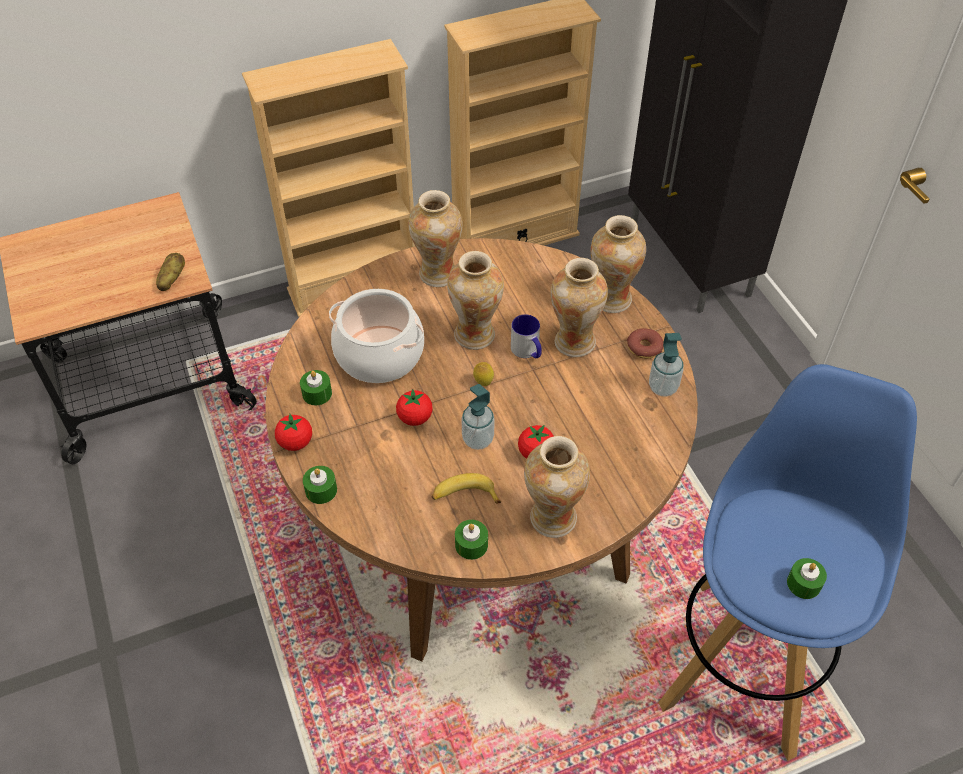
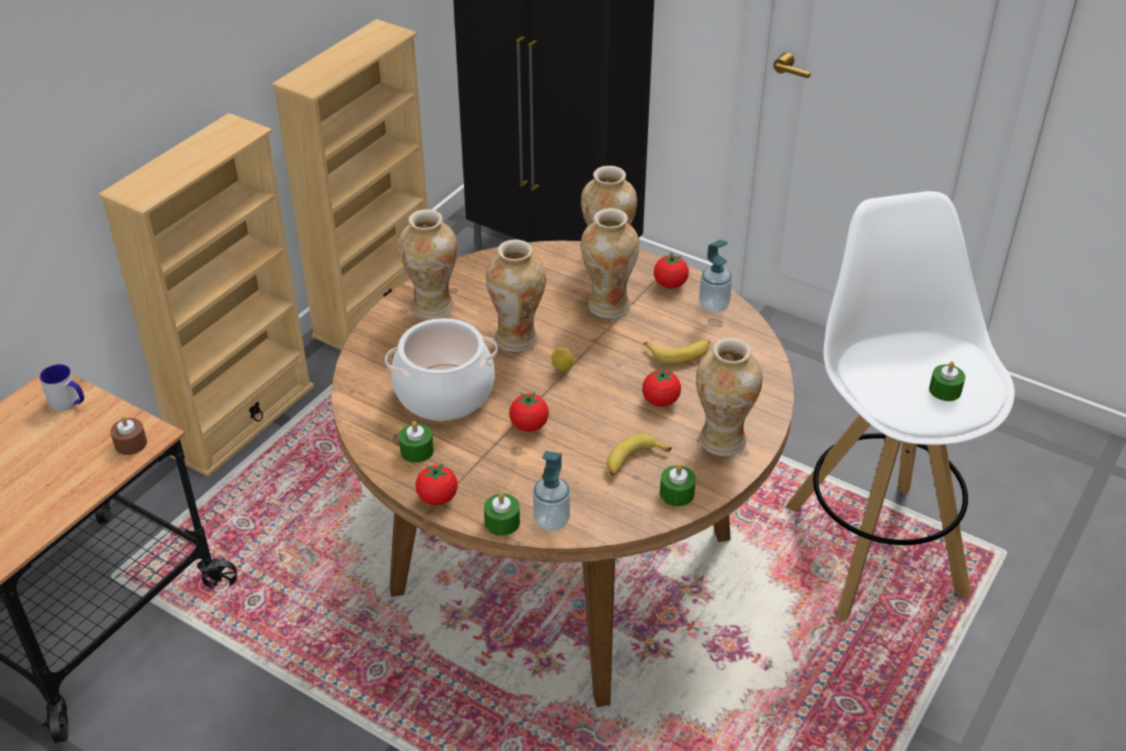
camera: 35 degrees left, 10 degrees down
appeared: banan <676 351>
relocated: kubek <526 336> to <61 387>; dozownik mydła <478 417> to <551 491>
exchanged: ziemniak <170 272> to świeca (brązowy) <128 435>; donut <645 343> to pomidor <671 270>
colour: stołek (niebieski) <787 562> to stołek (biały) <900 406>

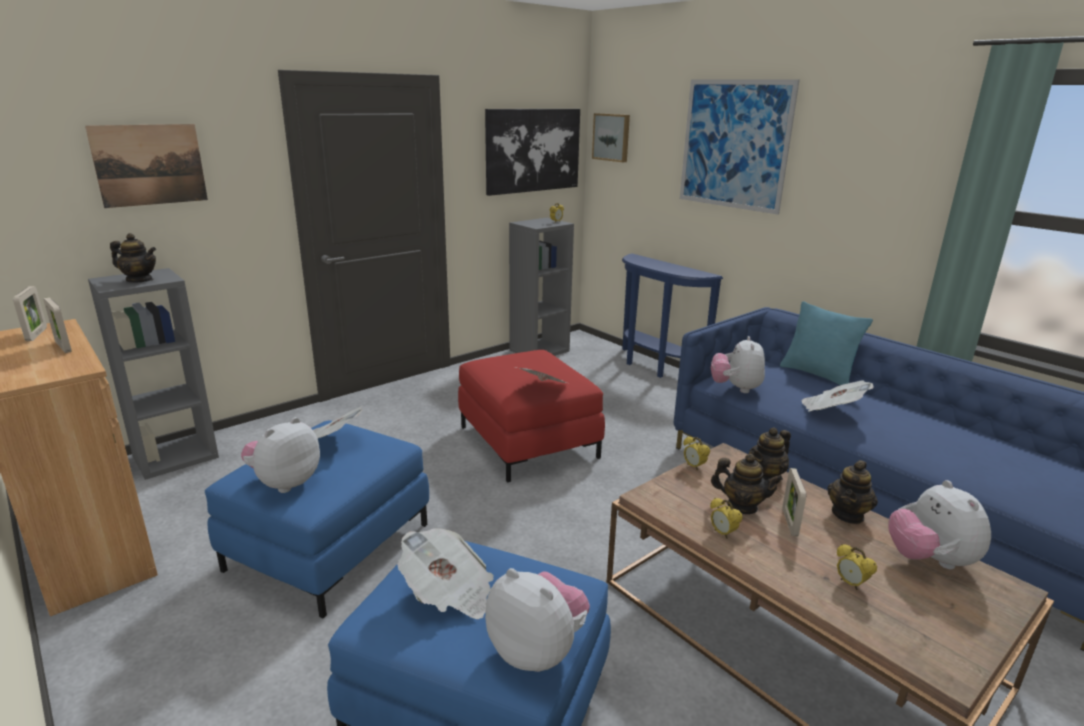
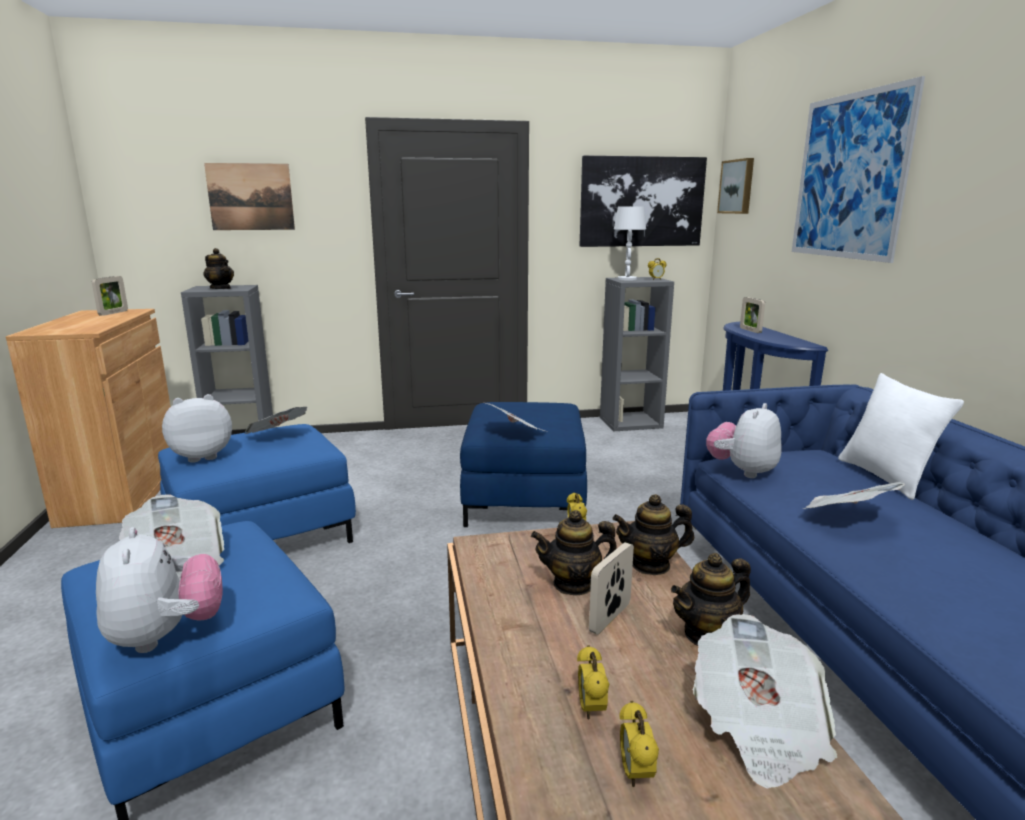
camera: 30 degrees right, 5 degrees down
appeared: lampa stołowa (biały) <630 243>
relocated: ramka na zdjęcie <57 325> to <752 315>; budzik <726 518> to <639 744>
exchanged: pluszak <939 524> to gazeta <764 701>
colour: poduszka (turkusowy) <826 343> to poduszka (biały) <901 436>; pufa (czerwony) <531 416> to pufa (niebieski) <523 464>
spun: imbryk <747 484> = <573 553> 120 degrees clockwise

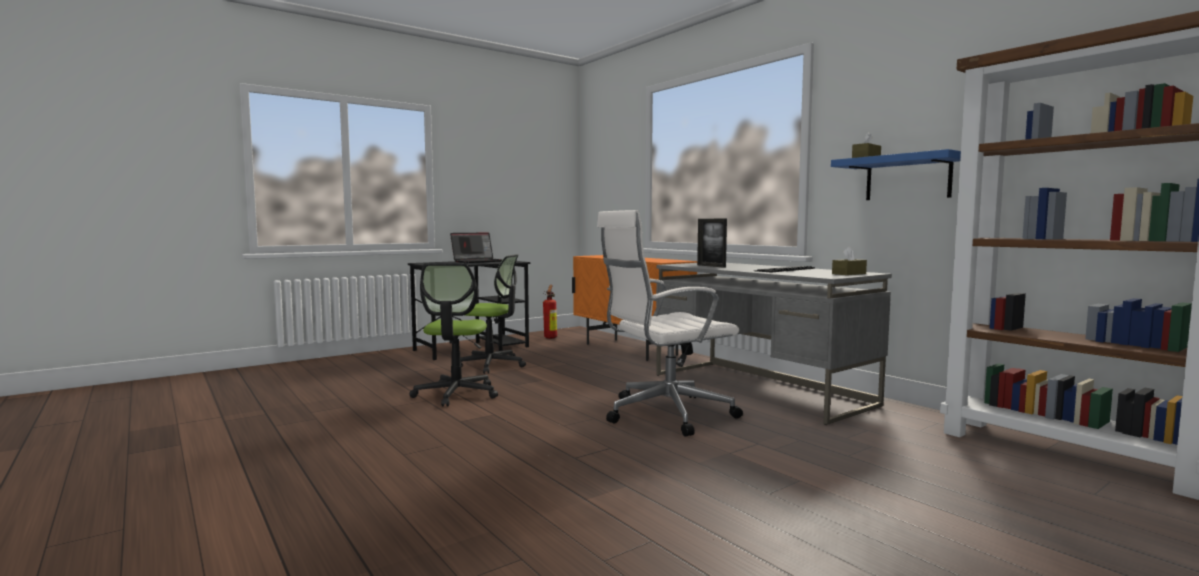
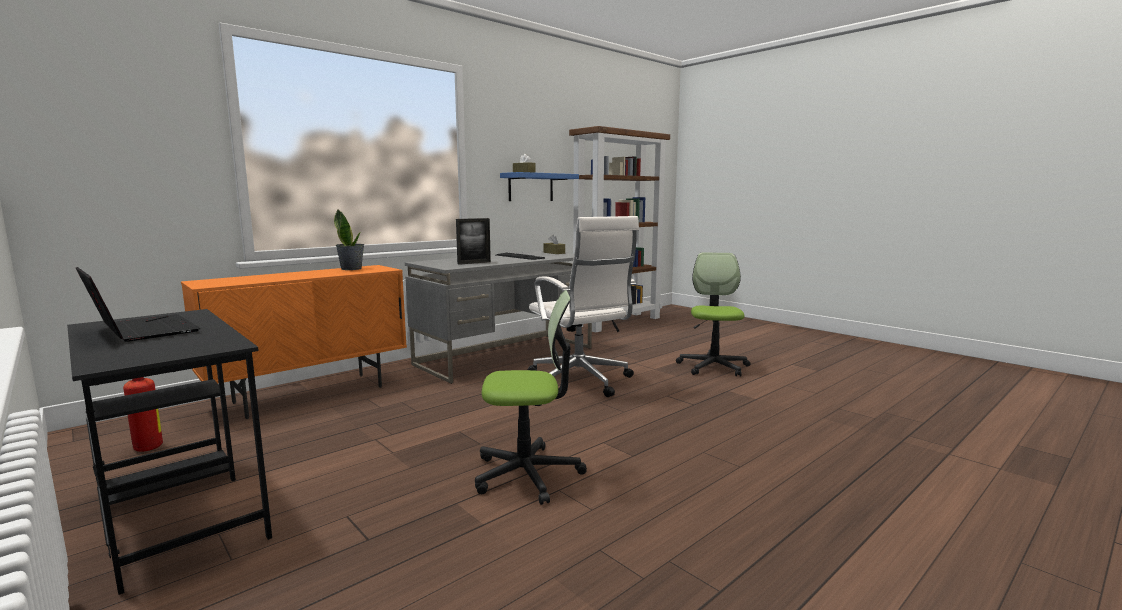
camera: 95 degrees left, 5 degrees up
appeared: roślina doniczkowa <349 240>
relocated: krzesło biurowe <493 314> to <713 314>

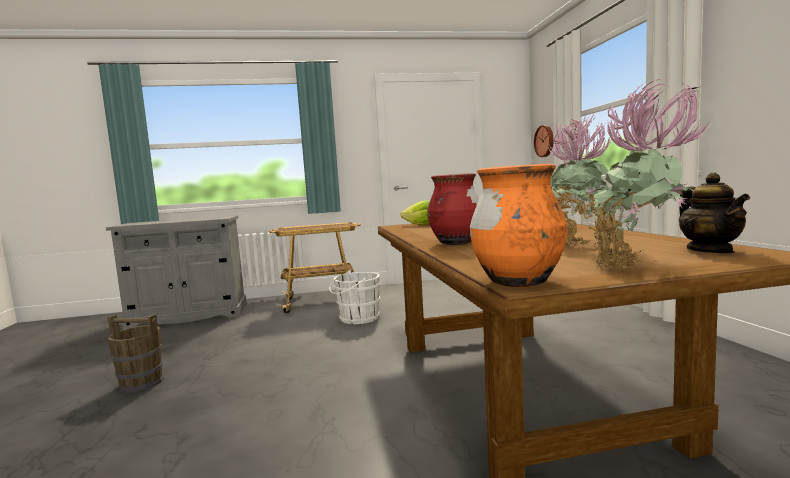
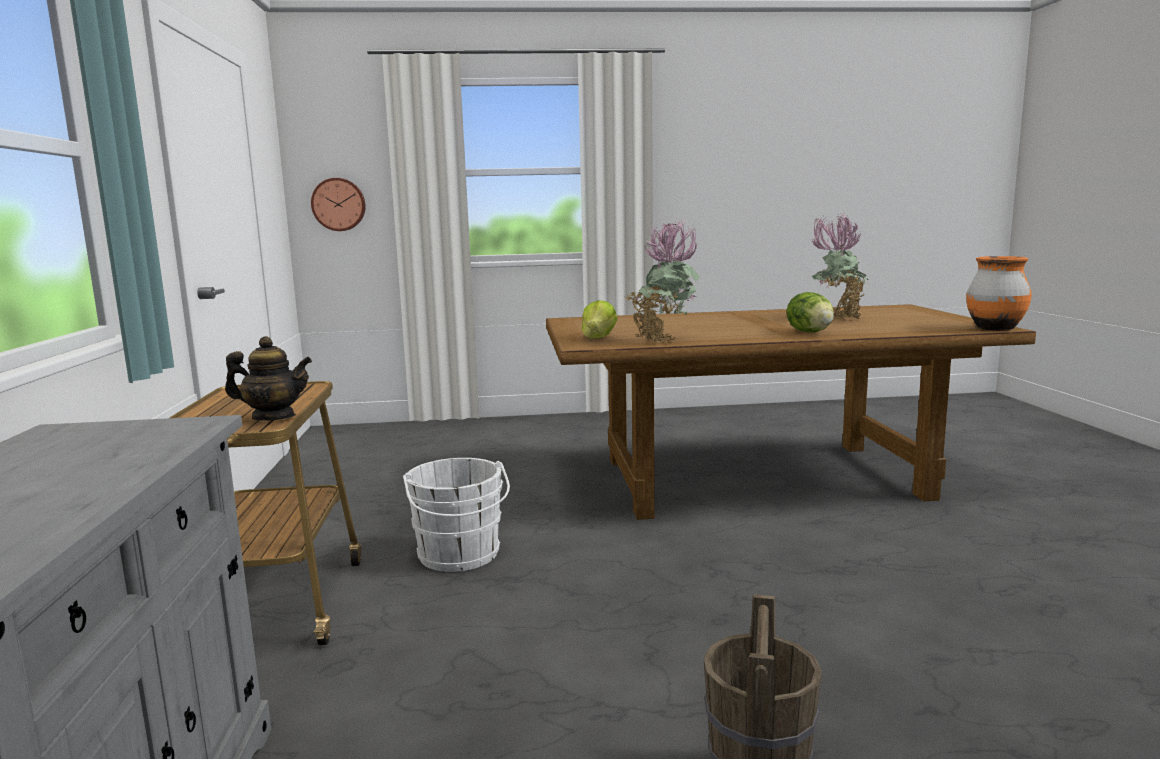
camera: 85 degrees left, 5 degrees up
relocated: roślina doniczkowa <645 174> to <662 281>; imbryk <714 213> to <268 378>
exchanged: wazon (czerwony) <453 209> to sałata <810 312>

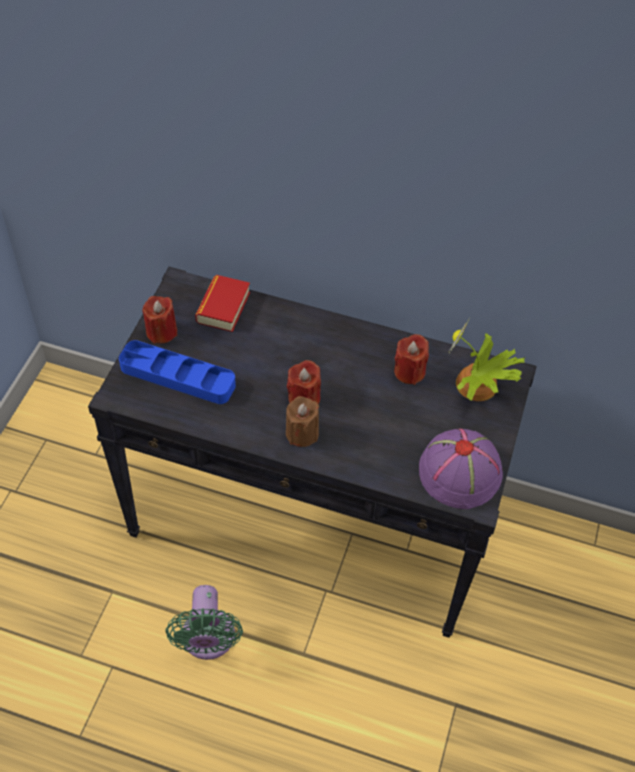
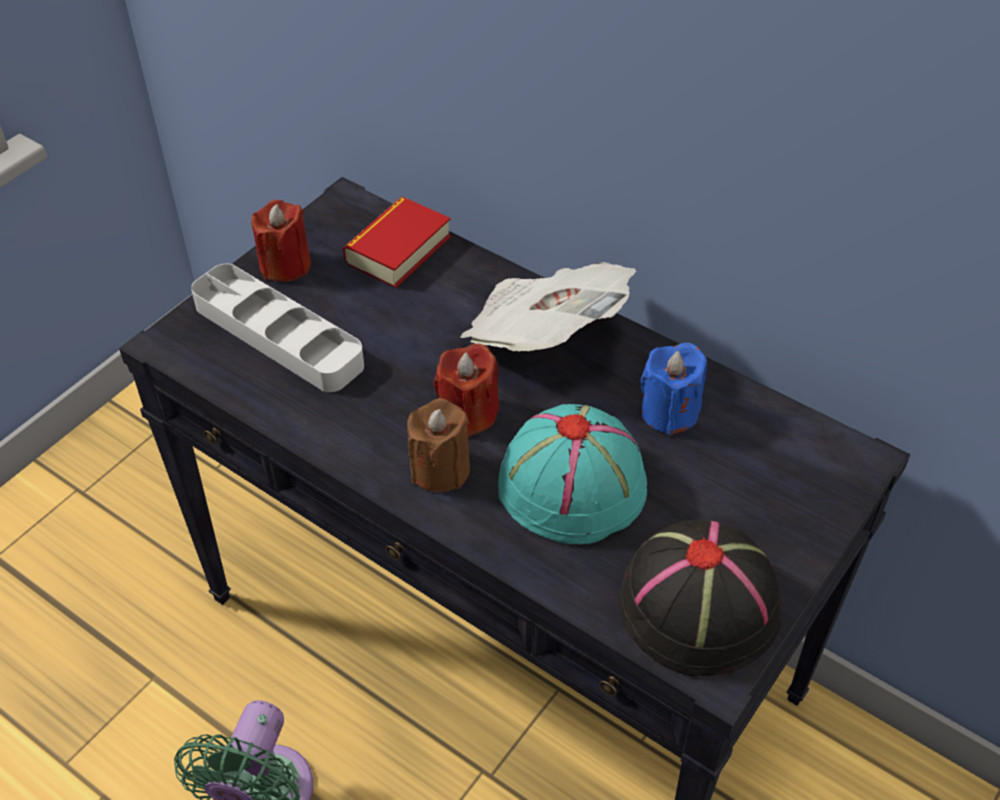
camera: 20 degrees right, 5 degrees down
missing: roślina doniczkowa <487 360>
appeared: gazeta <548 307>; kapelusz (turkusowy) <572 474>
colour: świeca (czerwony) <411 359> to świeca (niebieski) <674 389>; taca (niebieski) <177 372> to taca (szary) <277 327>; kapelusz (fioletowy) <461 468> to kapelusz (czarny) <700 598>

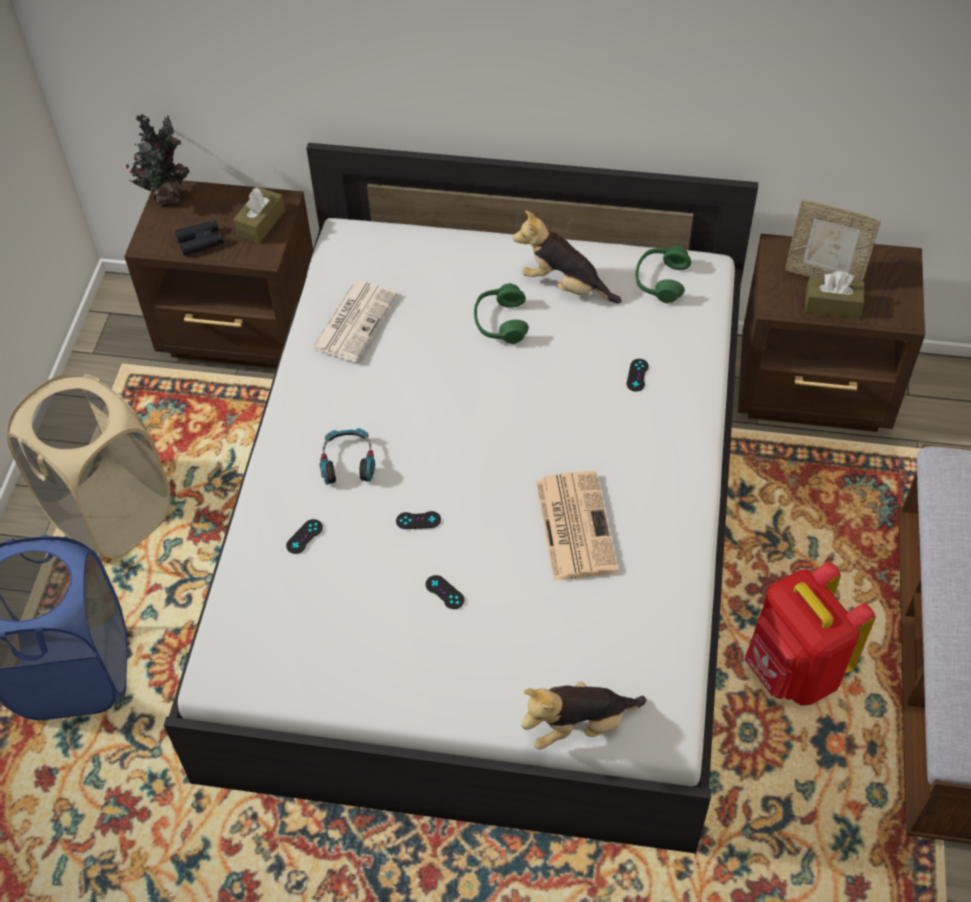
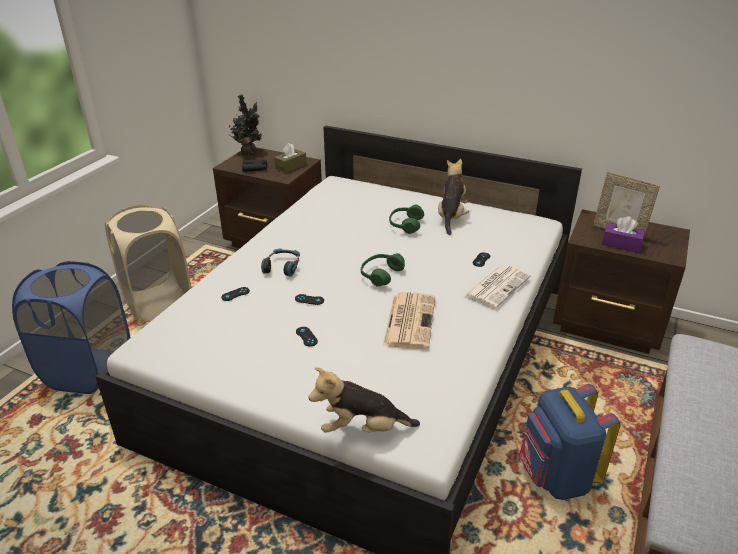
camera: 15 degrees right, 20 degrees down
relocated: słuchawki (zielony) <663 274> to <383 270>; gazeta <354 321> to <497 286>
colour: pudełko chusteczek (brązowy) <834 294> to pudełko chusteczek (fioletowy) <623 234>; plecak (czerwony) <810 634> to plecak (niebieski) <569 442>
spun: pluszak <567 256> = <453 197> 60 degrees clockwise

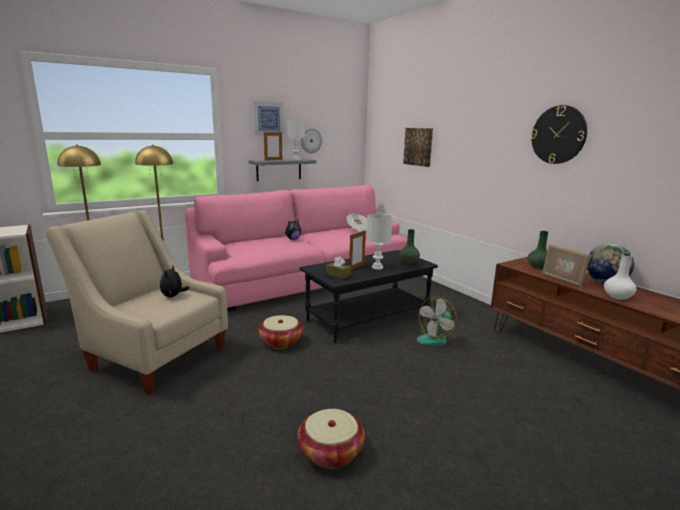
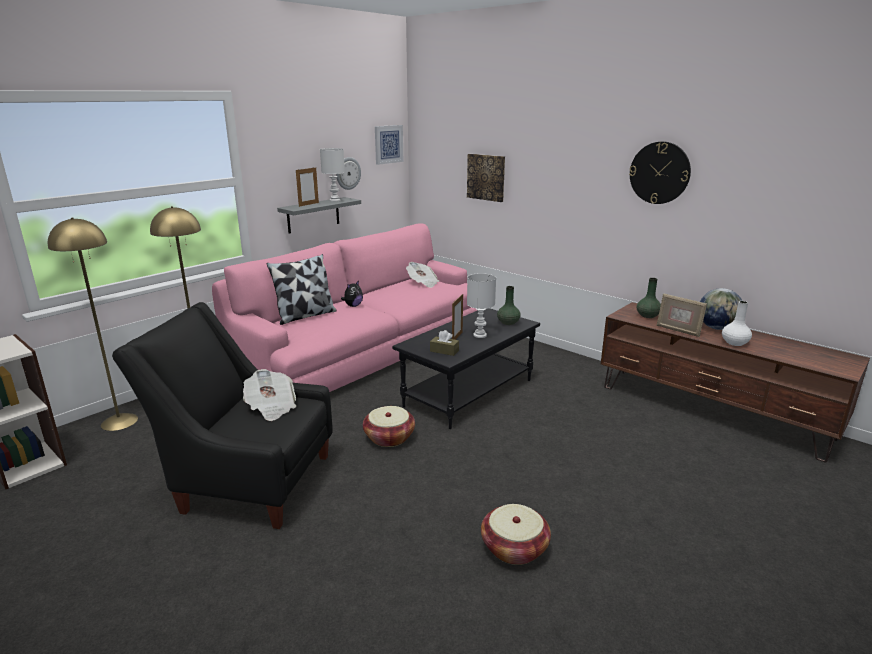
camera: 15 degrees left, 5 degrees up
missing: wentylator <437 321>
appeared: poduszka <302 289>
relocated: obraz <268 118> to <389 145>
exchanged: pluszak <174 281> to gazeta <269 395>
colour: fotel (beżowy) <137 302> to fotel (czarny) <222 415>

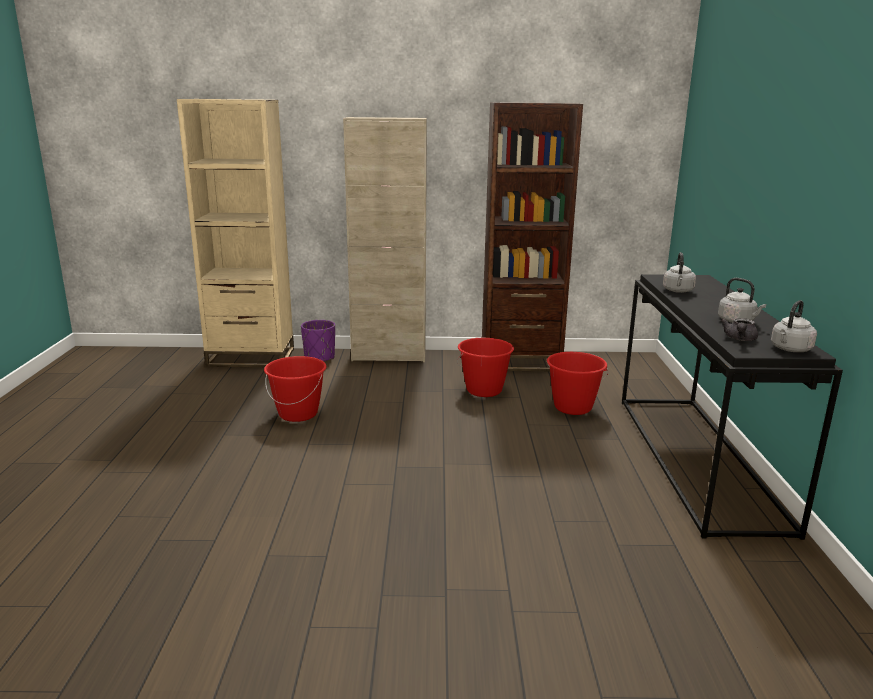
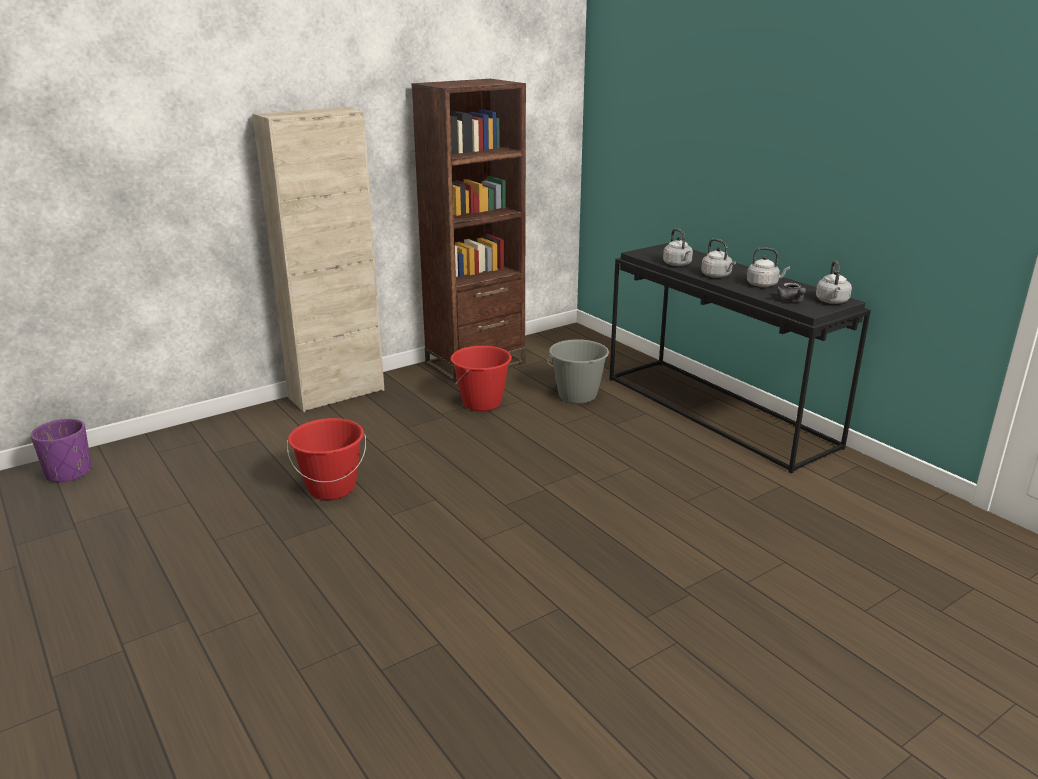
camera: 35 degrees left, 5 degrees up
missing: regał (beżowy) <235 233>
appeared: czajnik (szary) <718 258>
relocated: donica (fioletowy) <318 340> to <61 451>
colour: wiadro (czerwony) <577 383> to wiadro (szary) <578 371>

